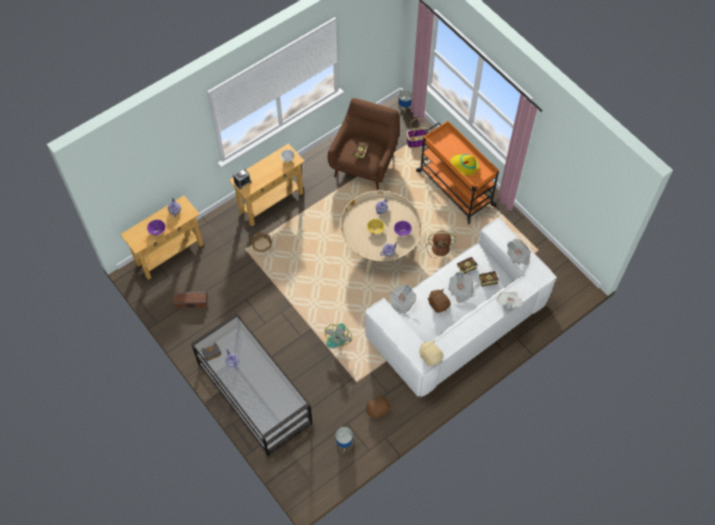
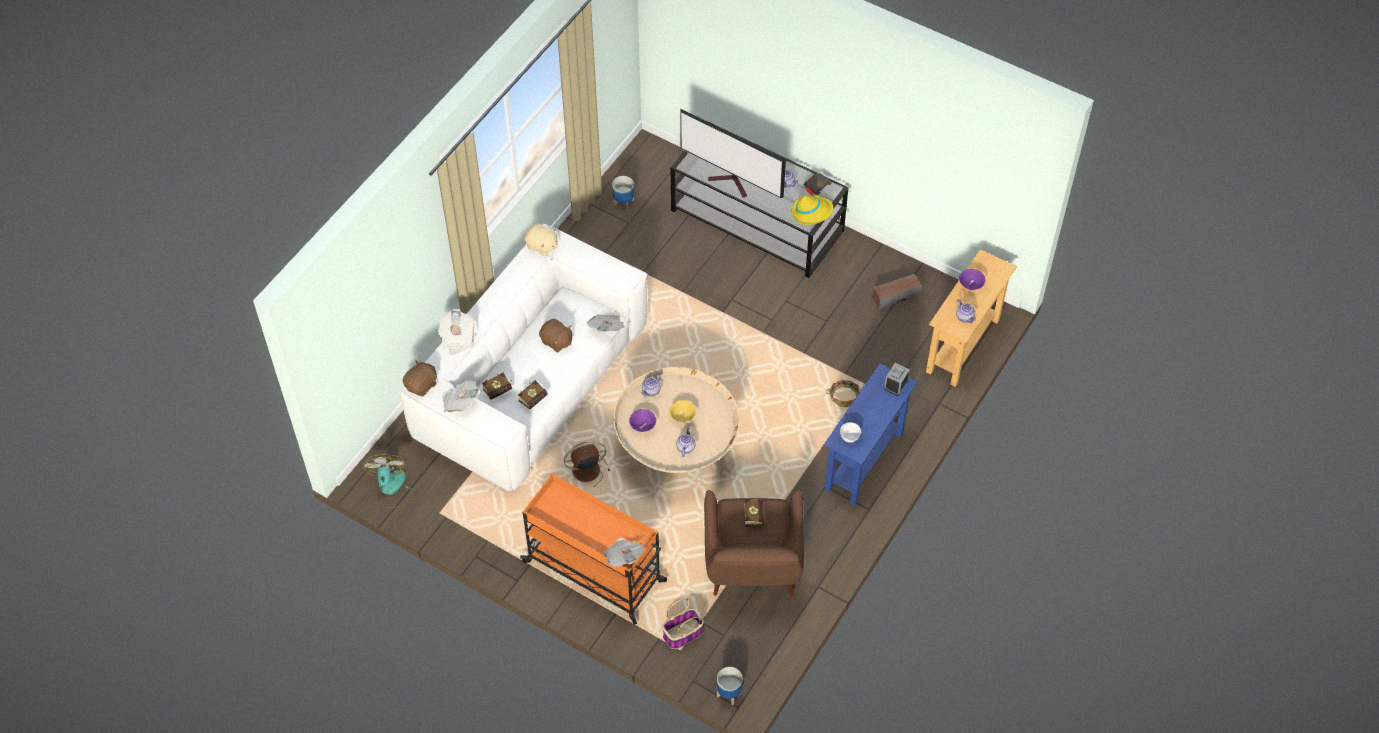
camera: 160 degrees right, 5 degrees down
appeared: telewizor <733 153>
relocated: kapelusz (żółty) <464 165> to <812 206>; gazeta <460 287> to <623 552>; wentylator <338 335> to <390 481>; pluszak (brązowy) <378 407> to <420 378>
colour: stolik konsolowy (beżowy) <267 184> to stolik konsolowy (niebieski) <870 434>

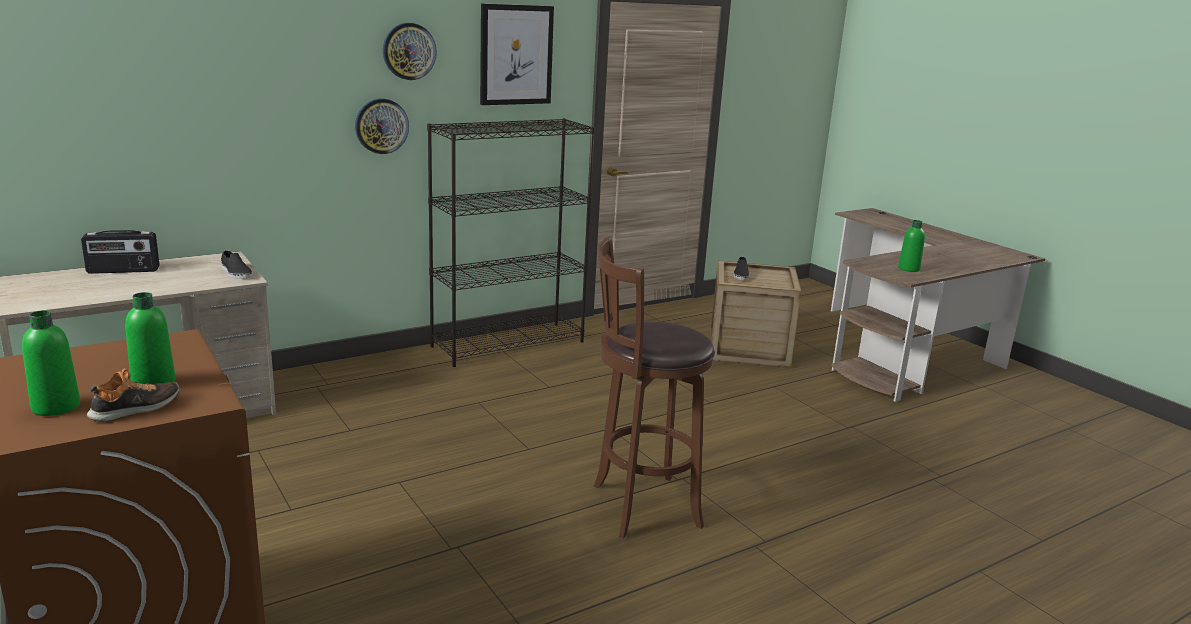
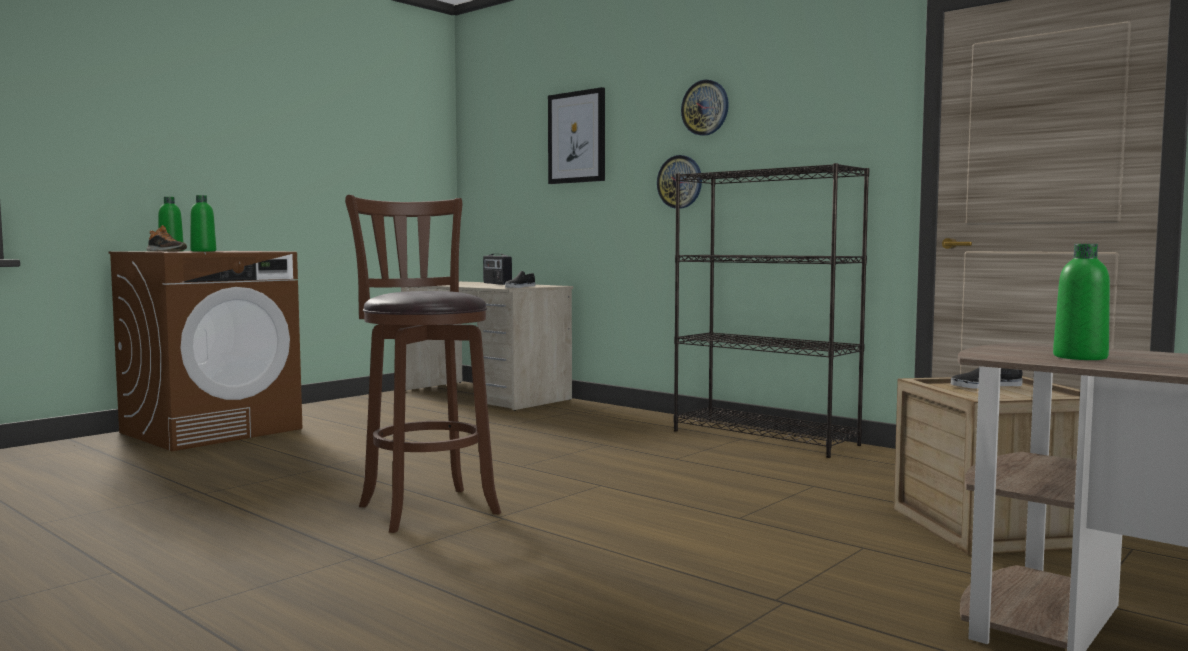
camera: 75 degrees right, 15 degrees down
relocated: obraz <517 54> to <576 135>

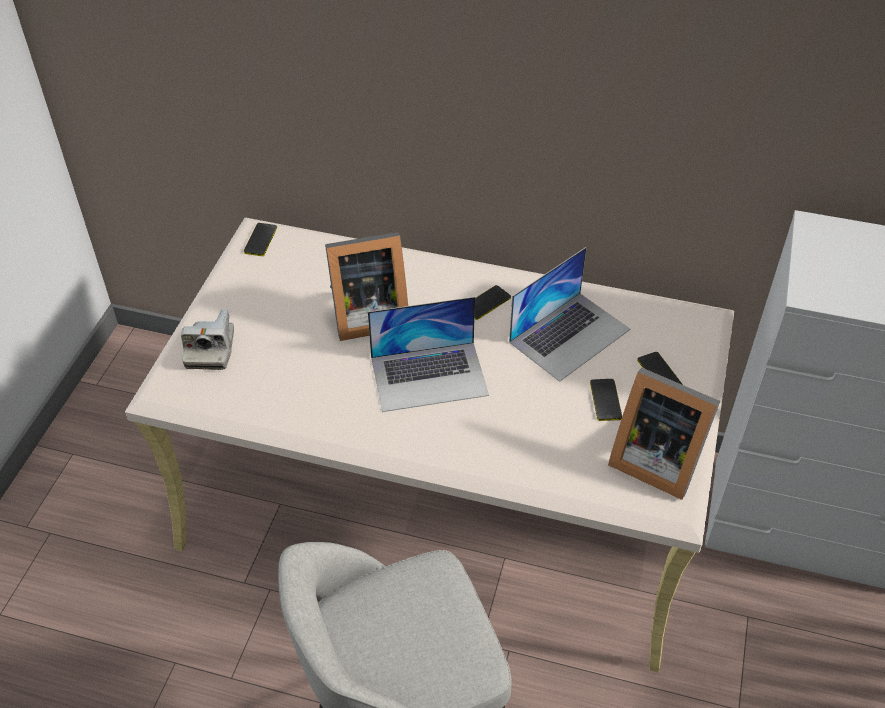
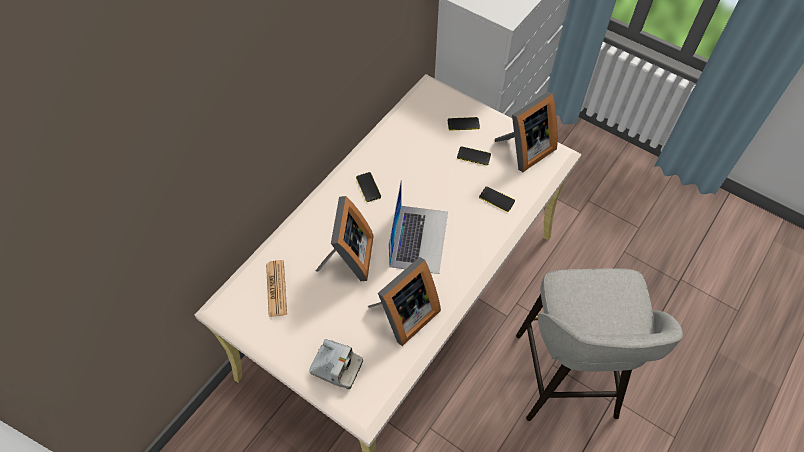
camera: 70 degrees left, 10 degrees up
missing: laptop <569 314>
appeared: ramka na zdjęcie <404 301>; gazeta <276 288>
relocated: telefon <260 239> to <497 199>

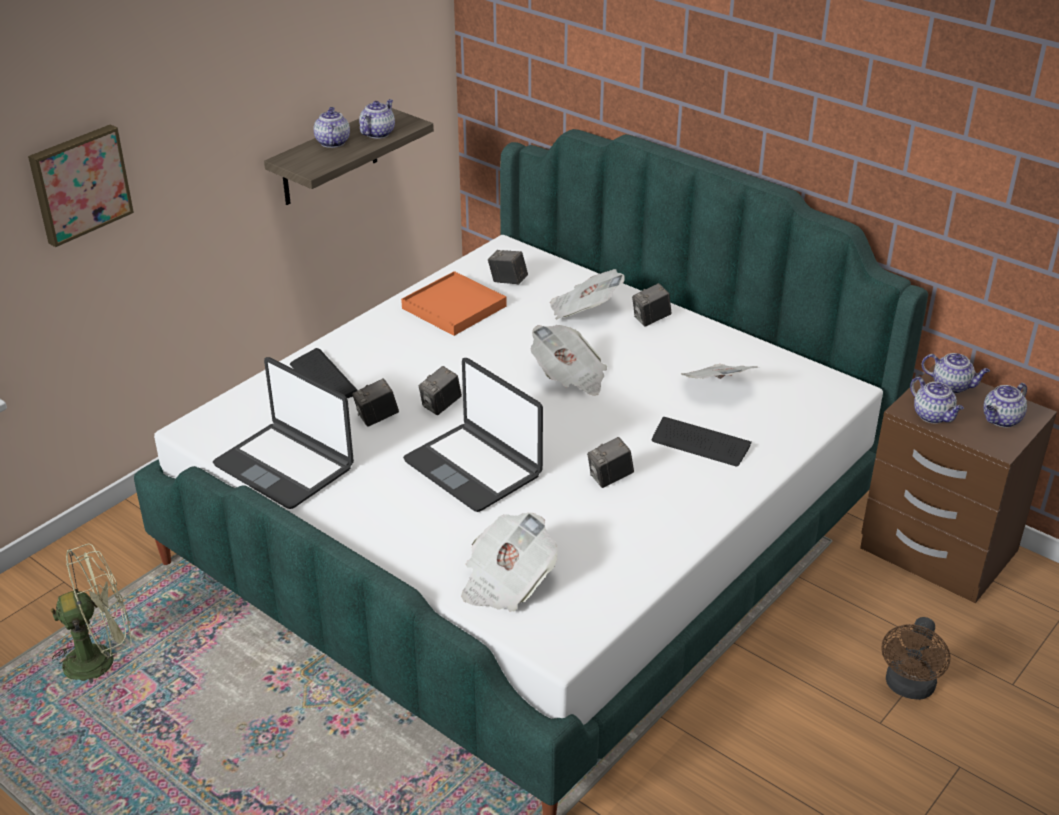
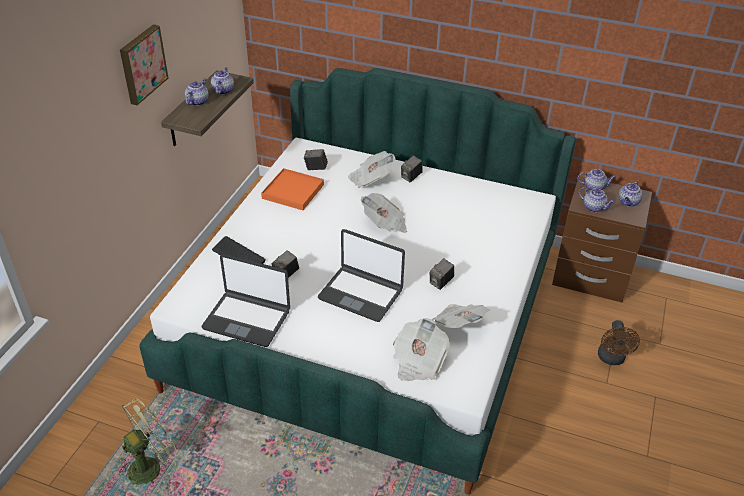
camera: 20 degrees left, 5 degrees up
missing: aparat fotograficzny <440 390>; klawiatura <702 442>
relocated: obraz <81 185> to <144 64>; gazeta <720 371> to <461 316>
spun: imbryk <332 127> = <197 92> 45 degrees clockwise

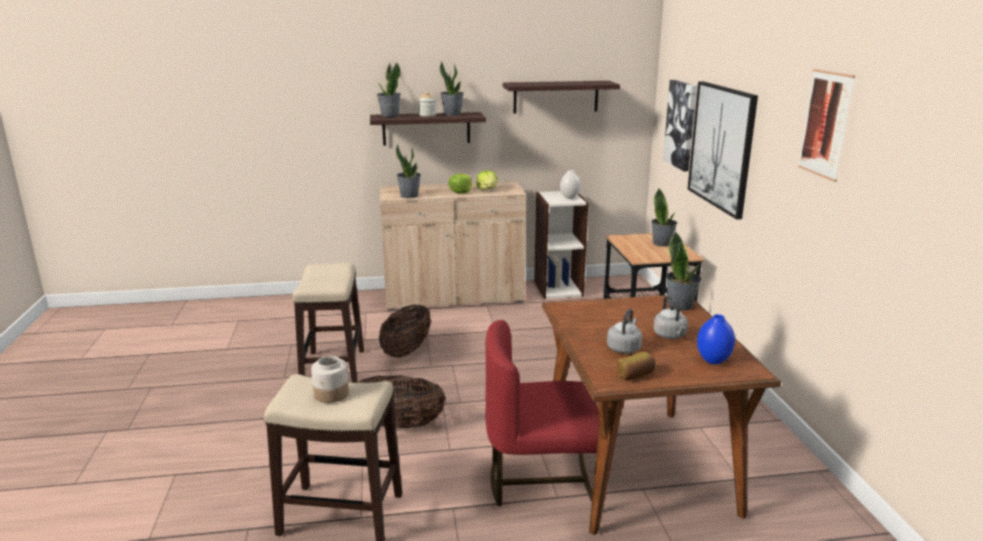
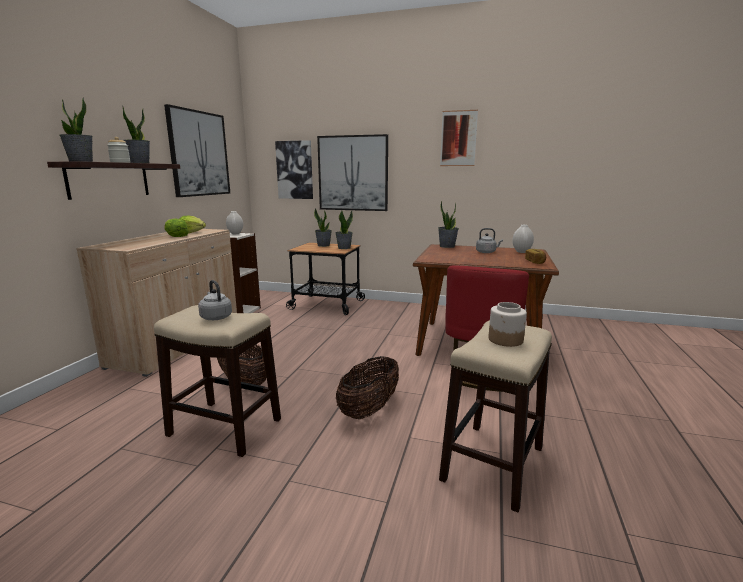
camera: 65 degrees left, 5 degrees down
relocated: roślina doniczkowa <408 171> to <344 230>; czajnik (szary) <624 331> to <215 300>
exchanged: półka <561 97> to obraz <197 150>
colour: wazon (niebieski) <716 339> to wazon (biały) <523 239>

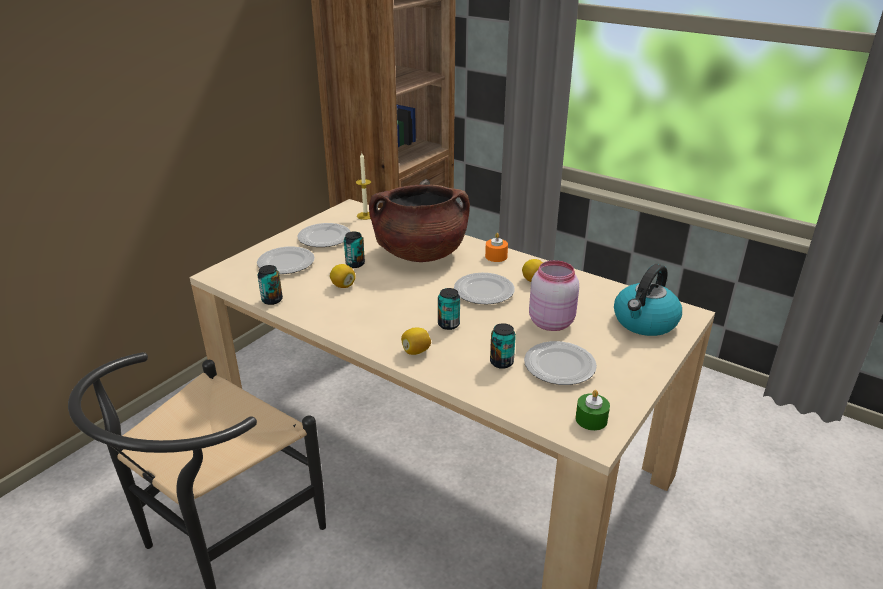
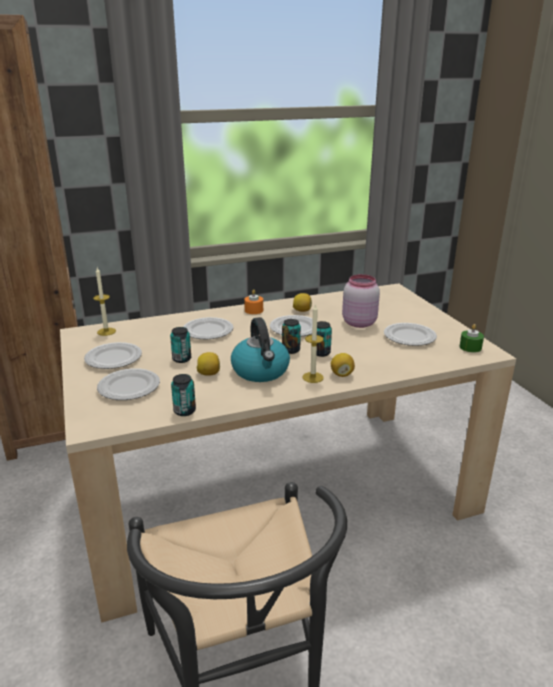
camera: 55 degrees left, 5 degrees down
appeared: świeca <313 343>
relocated: czajnik <648 300> to <260 349>; puszka <503 346> to <291 336>
exchanged: garnek (brązowy) <419 223> to talerz <208 328>

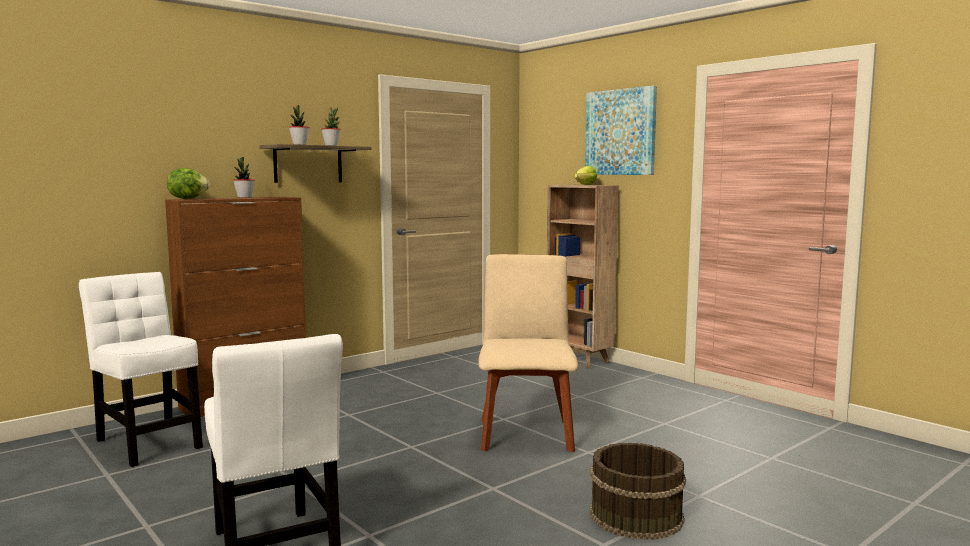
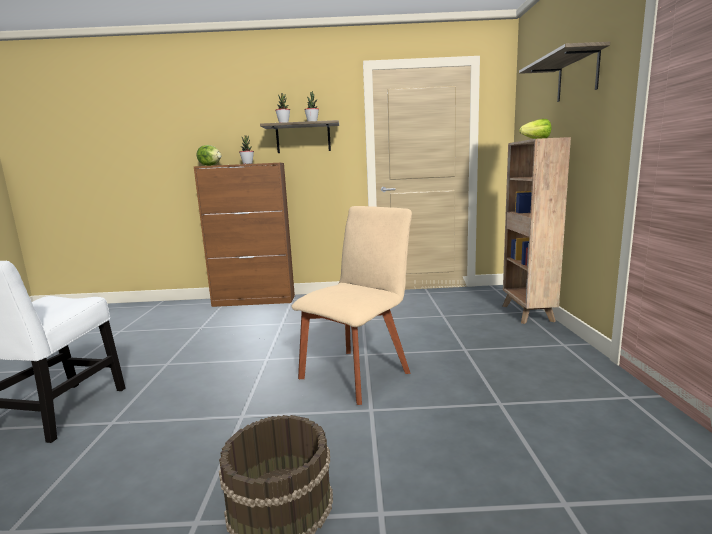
camera: 40 degrees right, 5 degrees up
missing: krzesło (biały) <141 369>
exchanged: obraz <621 130> to półka <564 72>

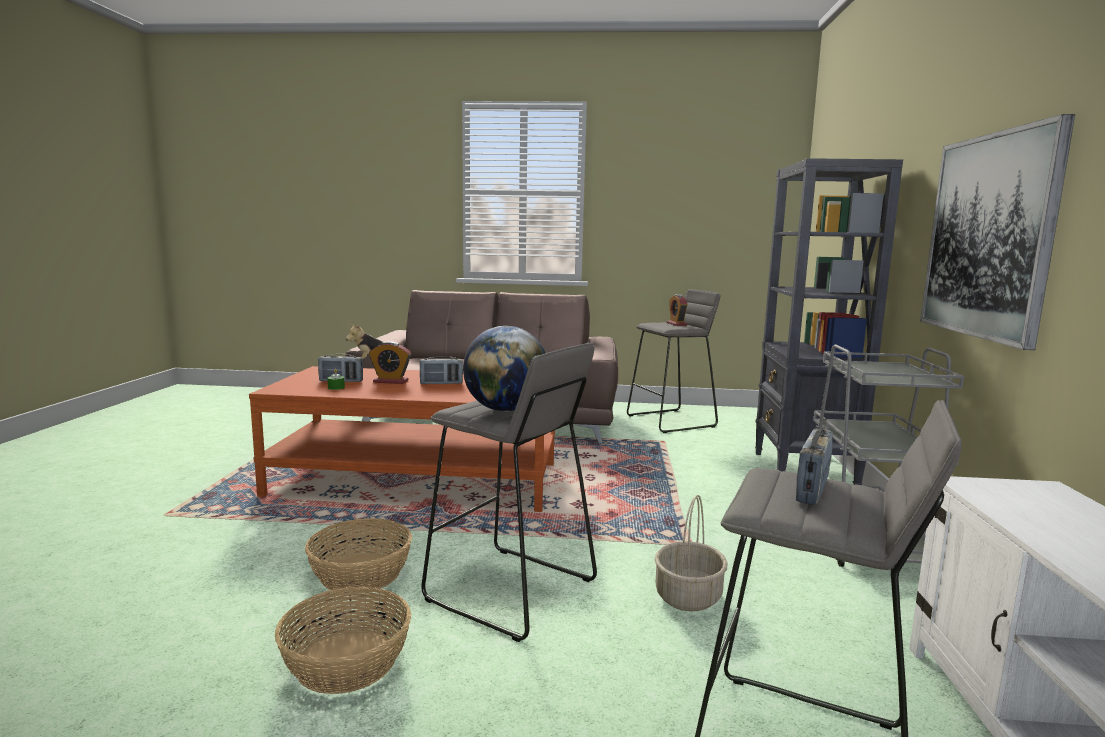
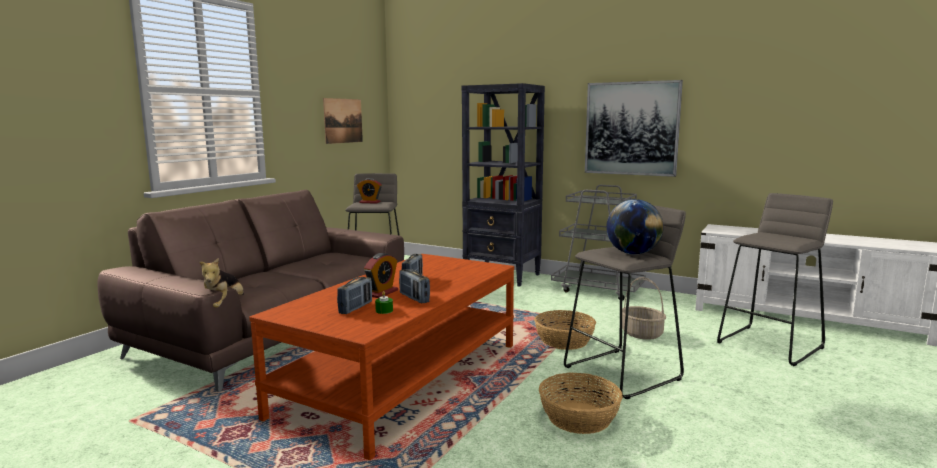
camera: 65 degrees left, 0 degrees up
appeared: obraz <343 121>
relocated: radio <814 466> to <414 286>; koszyk <343 640> to <565 330>

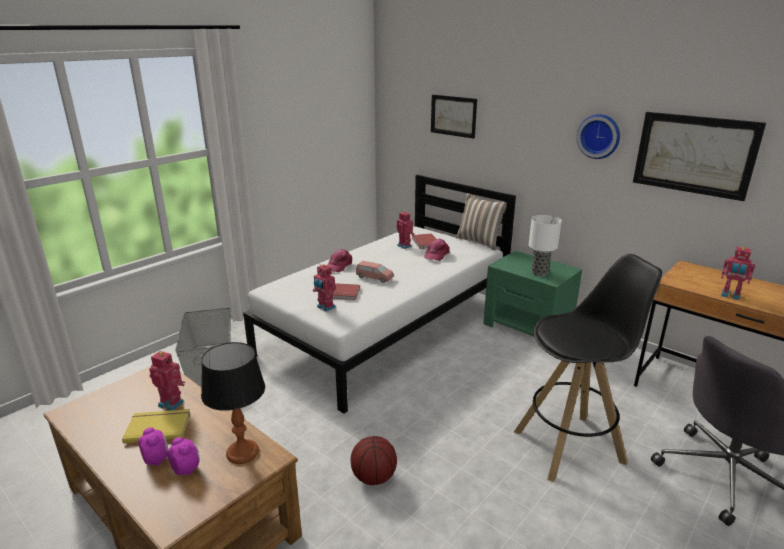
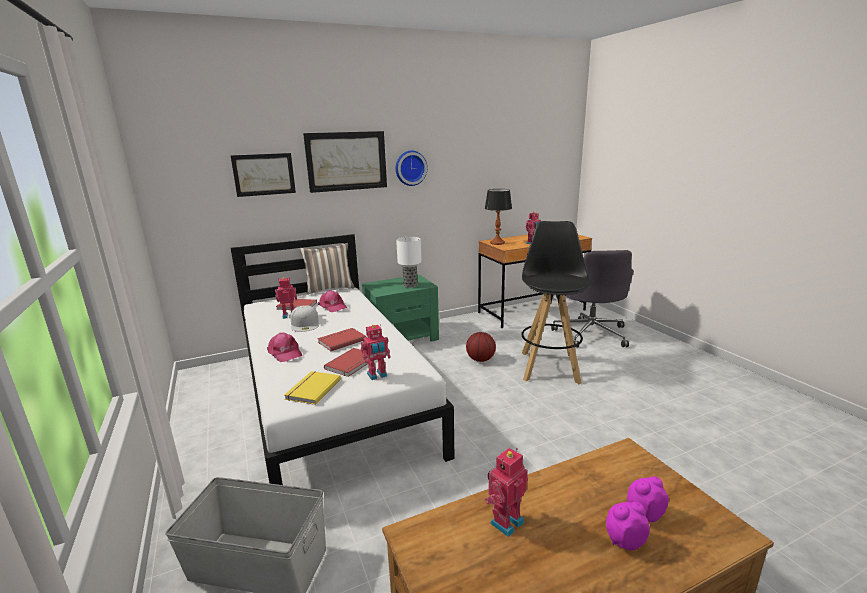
camera: 65 degrees left, 5 degrees down
appeared: czapka z daszkiem (biały) <305 318>
relocated: obraz <699 156> to <345 162>; lampa stołowa <233 403> to <498 217>; książka (żółty) <156 426> to <313 388>; piłka do koszykówki <374 460> to <481 347>
exchanged: samochodzik (różowy) <375 272> to książka (czerwony) <341 339>

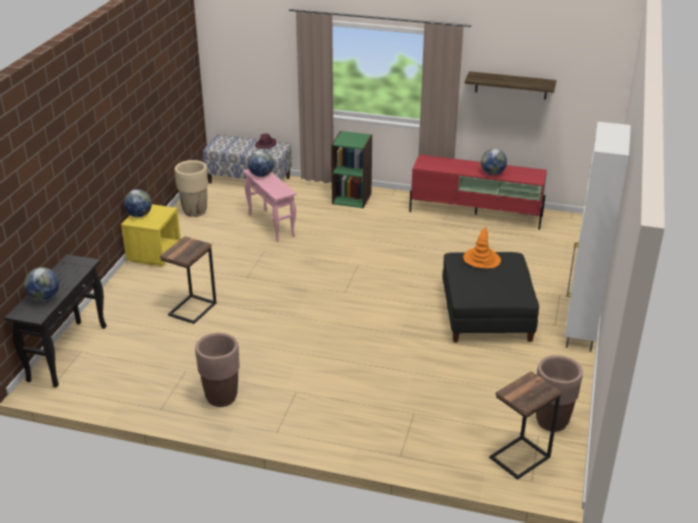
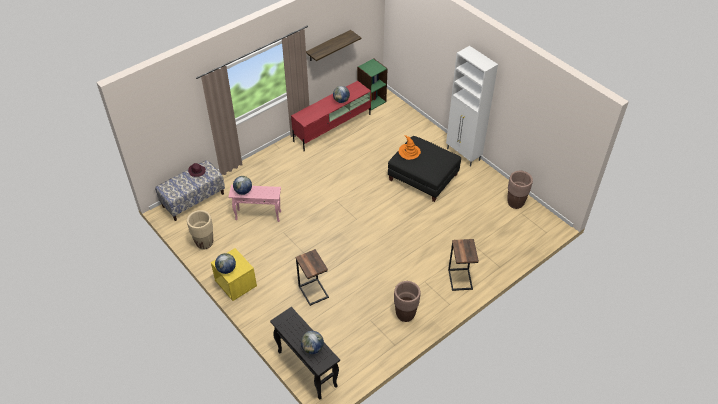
camera: 55 degrees left, 15 degrees up
relocated: regał (zielony) <351 169> to <372 84>; stolik <525 425> to <463 265>

